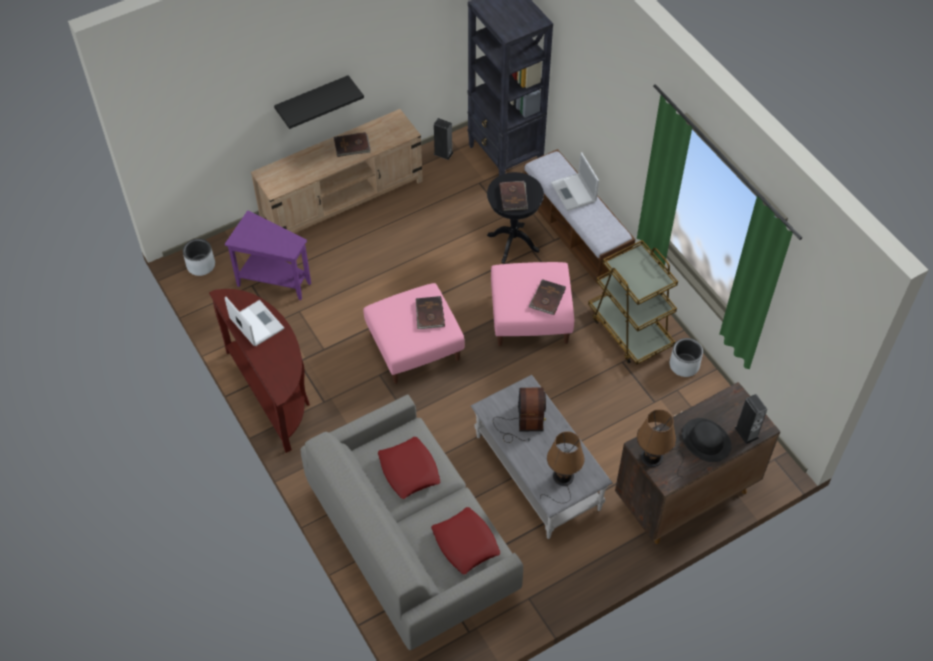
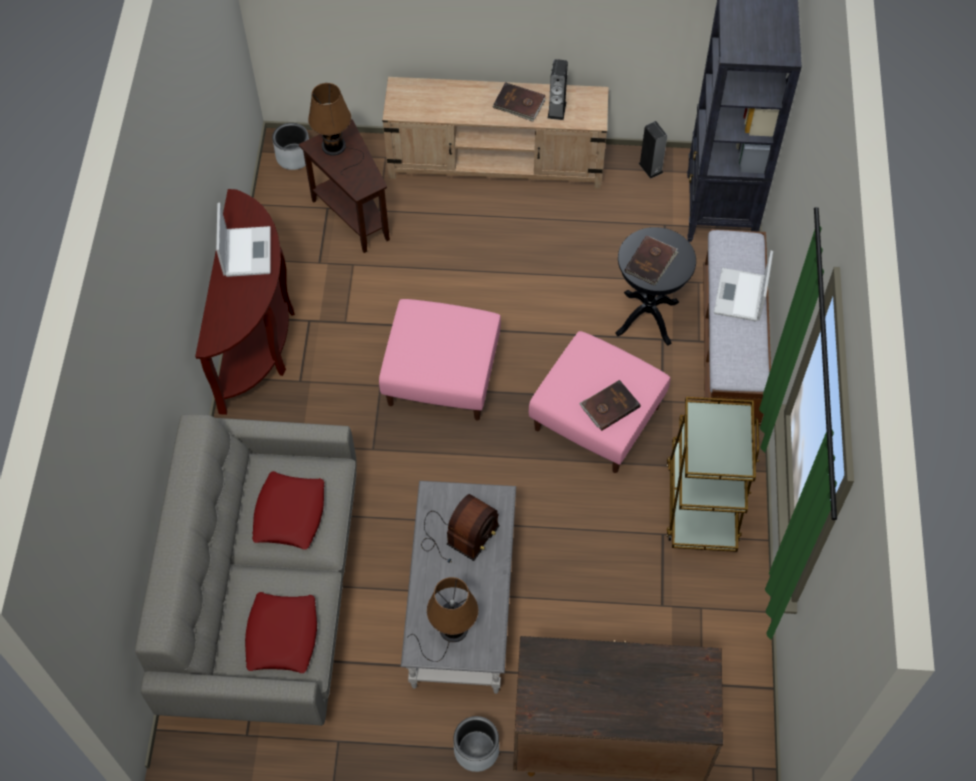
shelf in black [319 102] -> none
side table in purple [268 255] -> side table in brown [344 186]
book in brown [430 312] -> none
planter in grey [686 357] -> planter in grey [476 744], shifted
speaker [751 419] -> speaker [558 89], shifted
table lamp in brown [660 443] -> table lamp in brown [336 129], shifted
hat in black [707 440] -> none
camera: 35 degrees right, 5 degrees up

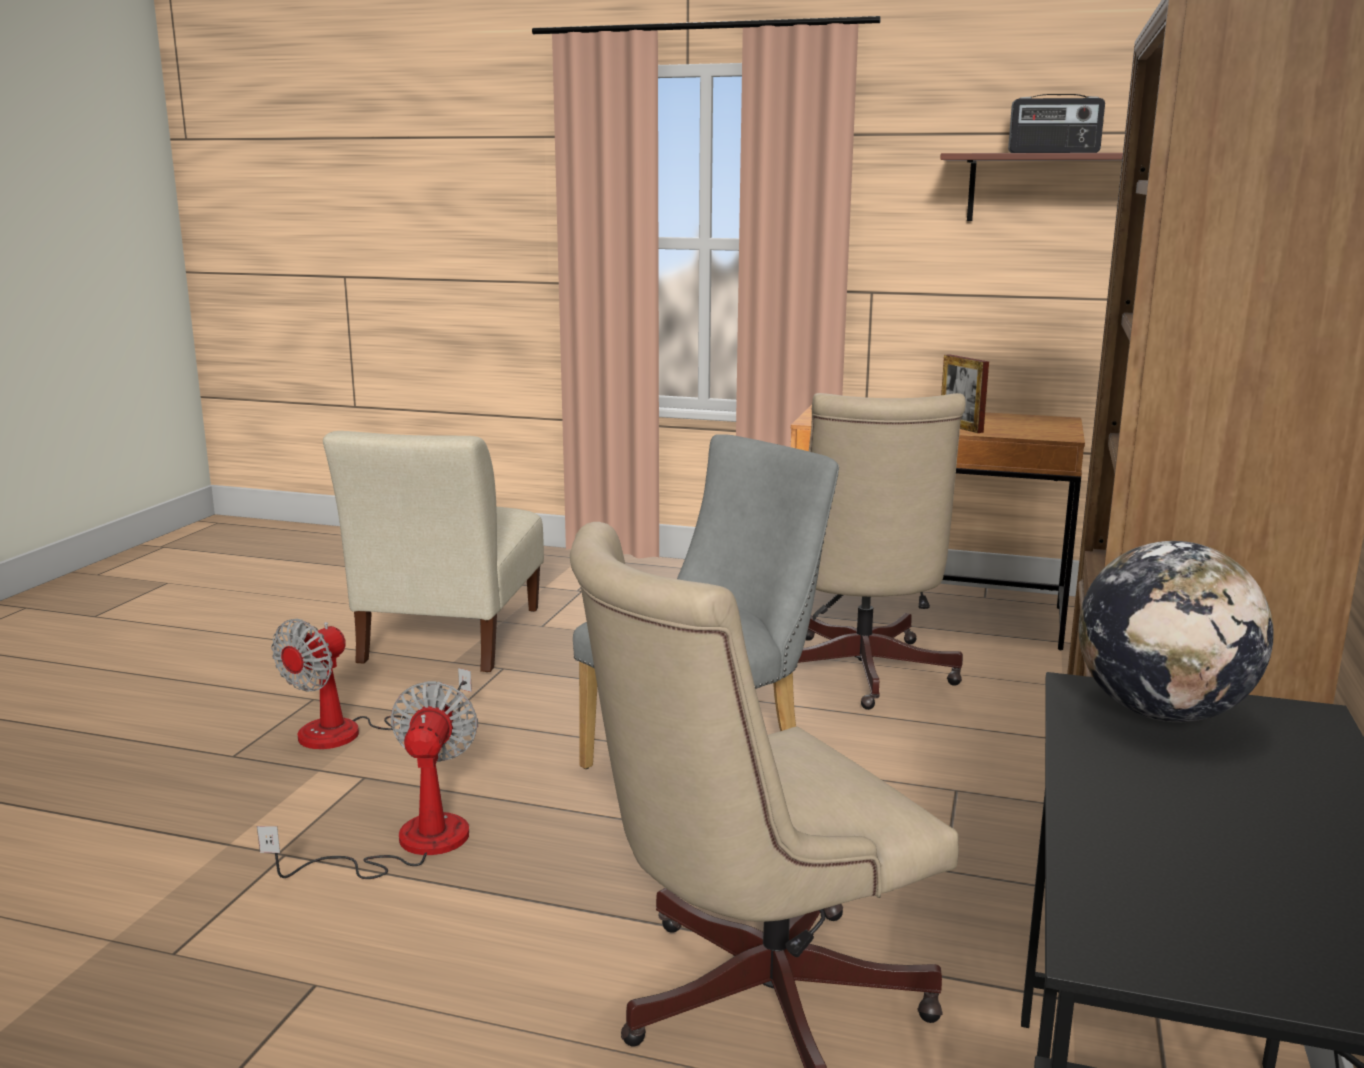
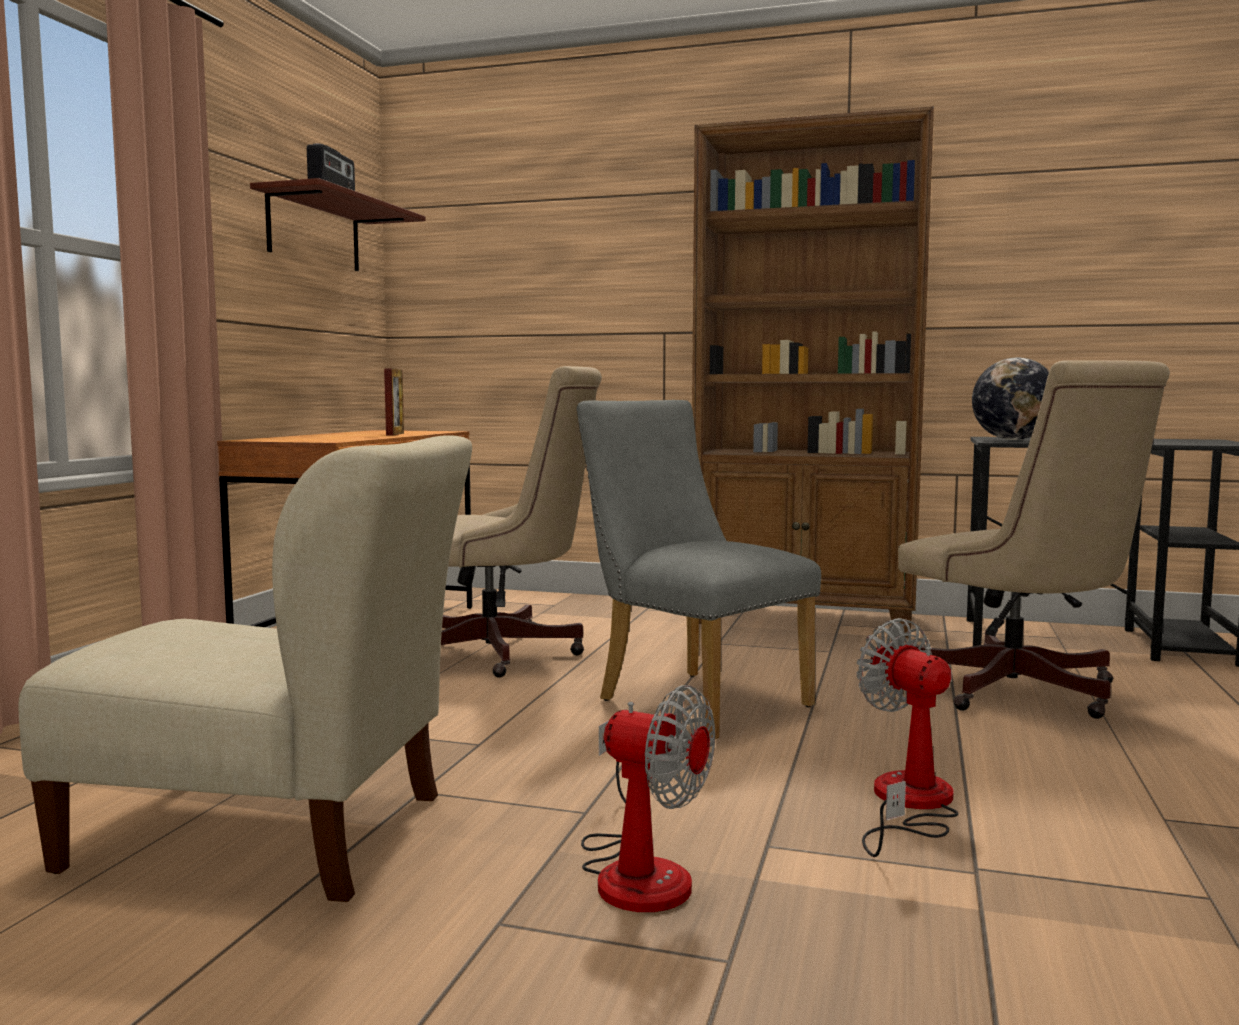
picture frame [965 393] -> picture frame [394 402], 60 degrees counterclockwise
fan [367 780] -> fan [907 737], 60 degrees clockwise
camera: 90 degrees left, 10 degrees down

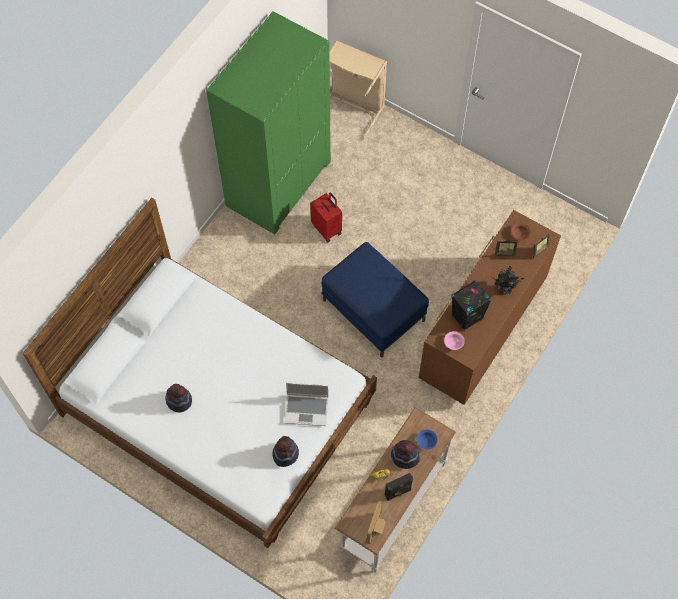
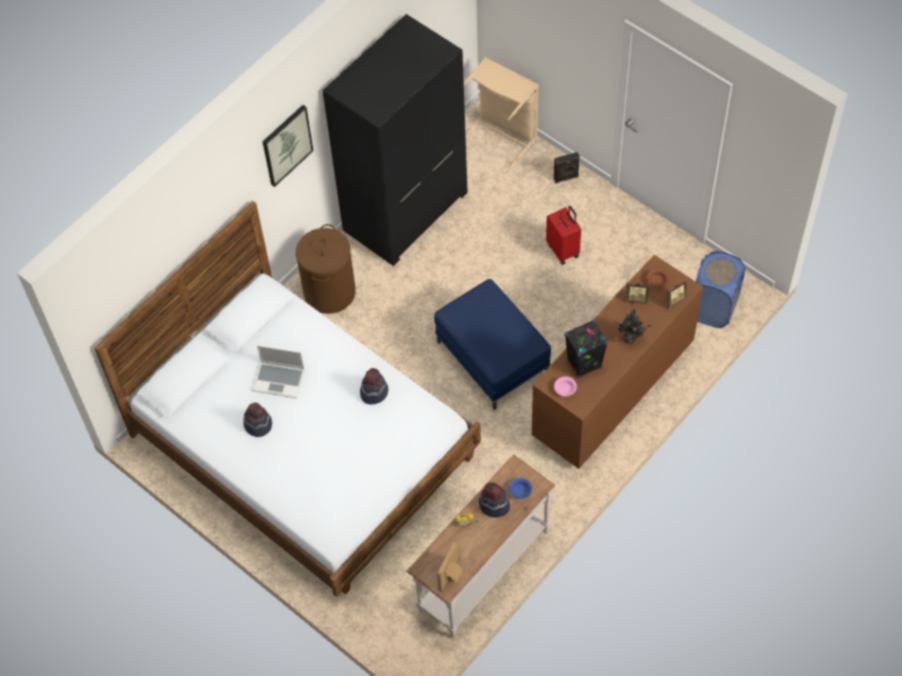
wardrobe in green [268 122] -> wardrobe in black [395 140]
suitcase in red [326 217] -> suitcase in red [563 235], shifted
laptop [306 404] -> laptop [279 371], shifted
hat [285 451] -> hat [374 386], shifted
speaker in black [399 487] -> speaker in black [567 167], shifted
none -> picture [288 146]
none -> laundry basket in brown [326 269]
none -> laundry basket in blue [720 289]
camera: 10 degrees right, 5 degrees down

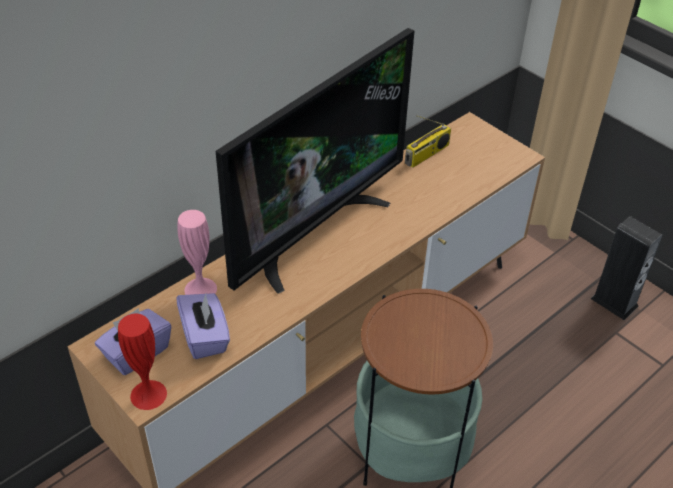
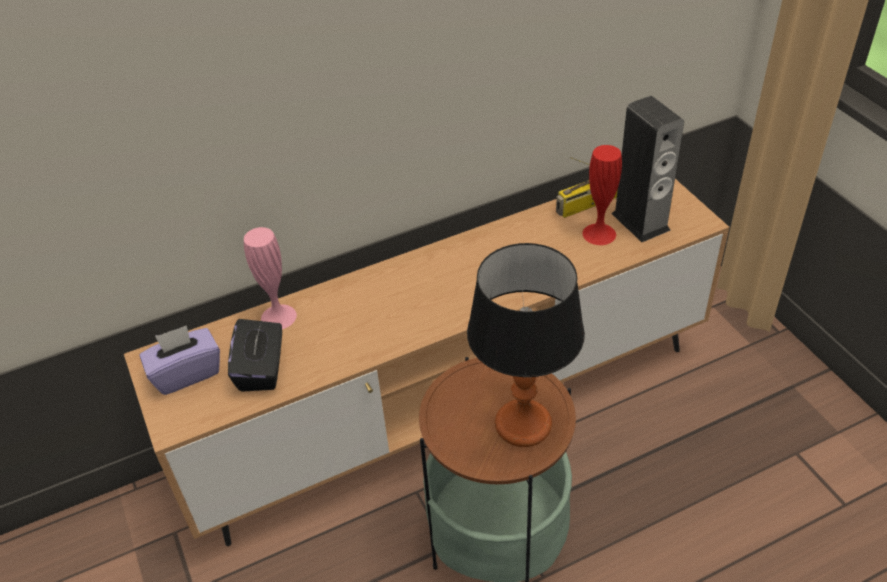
television [315 161] -> none
speaker [626 268] -> speaker [647 169], shifted
tissue box in purple [203 326] -> tissue box in black [255 355]
vase in red [142 362] -> vase in red [602 195], shifted
none -> table lamp [526 345]
camera: 20 degrees right, 0 degrees up

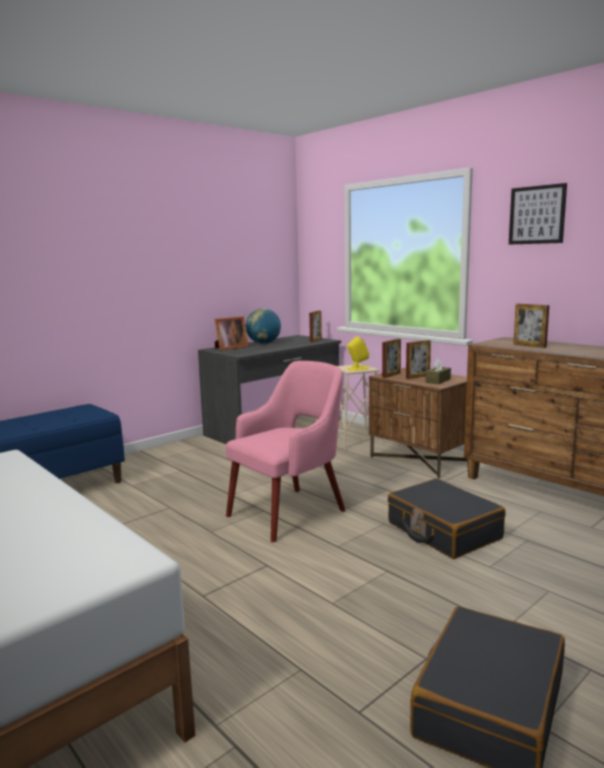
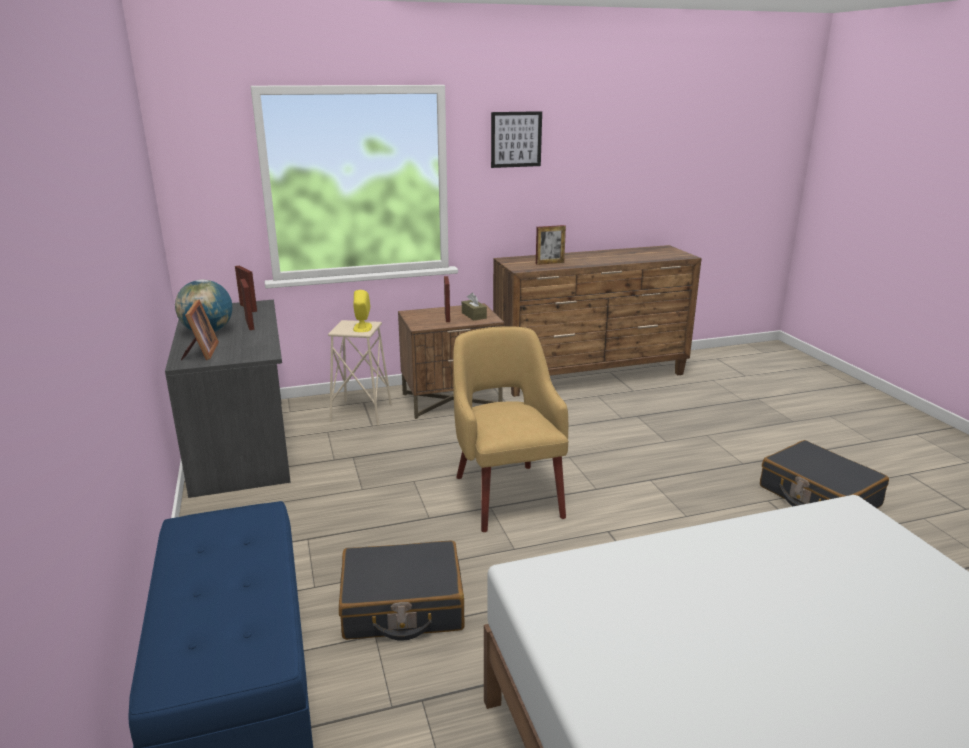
picture frame [391 358] -> picture frame [247 304], shifted
armchair in pink [286 451] -> armchair in yellow [510 429]
suitcase in black [446 518] -> suitcase in black [401 590], shifted
camera: 65 degrees left, 10 degrees up

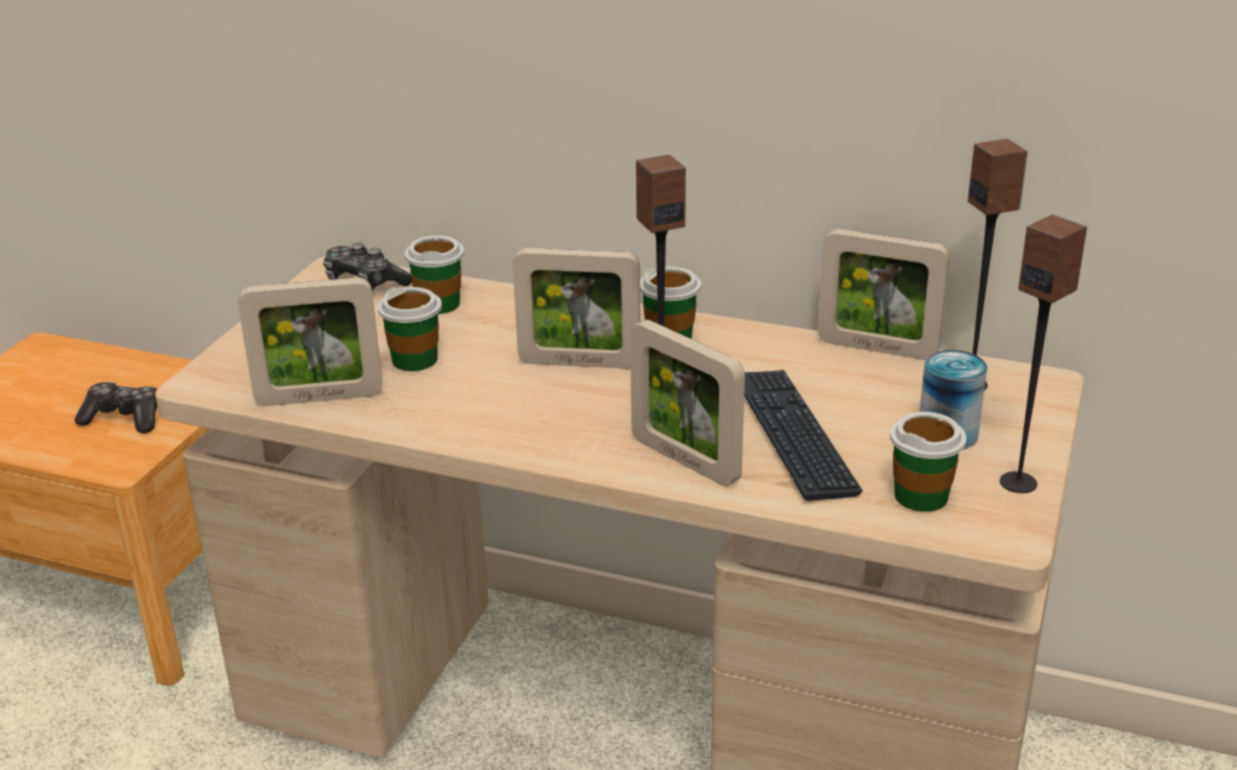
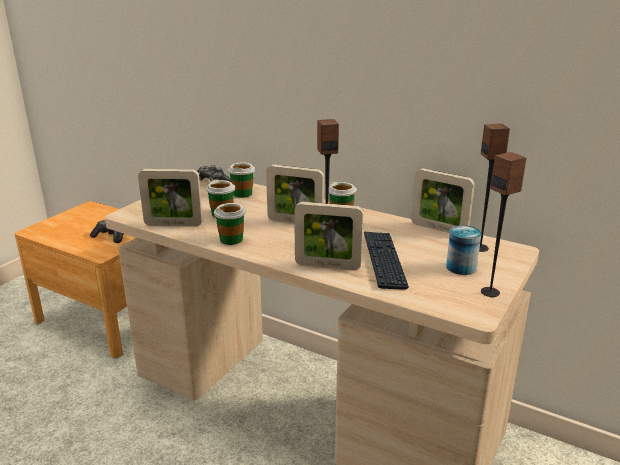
picture frame [687 403] -> picture frame [329 236], 45 degrees counterclockwise
cup [928 462] -> cup [230 224], shifted
camera: 10 degrees right, 5 degrees down

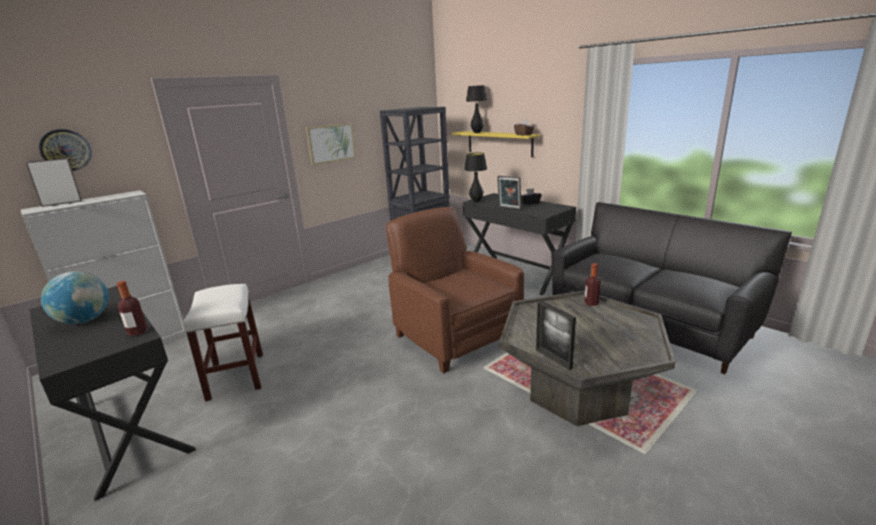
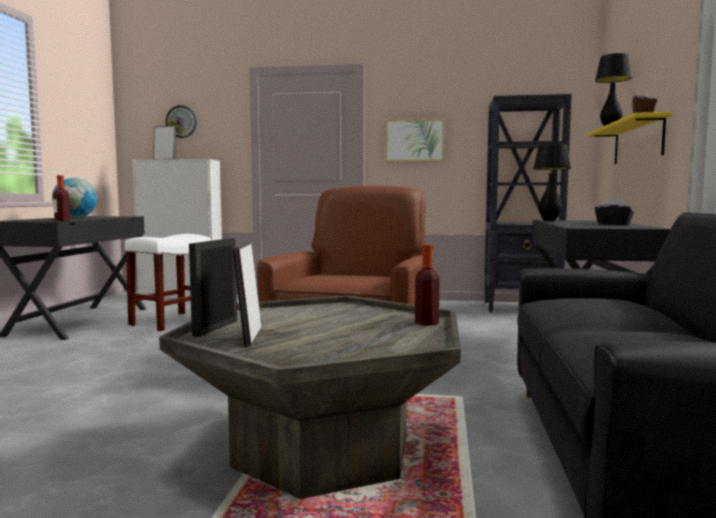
picture frame [509 193] -> picture frame [247 294], shifted
camera: 50 degrees right, 15 degrees down

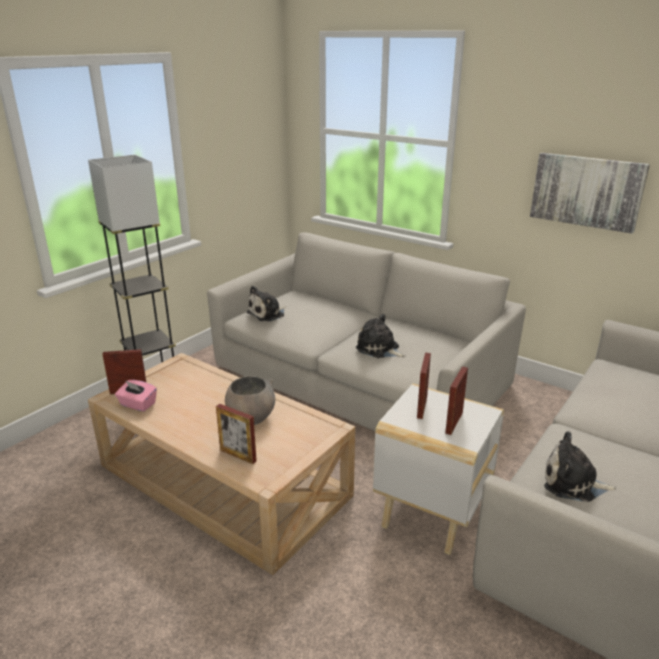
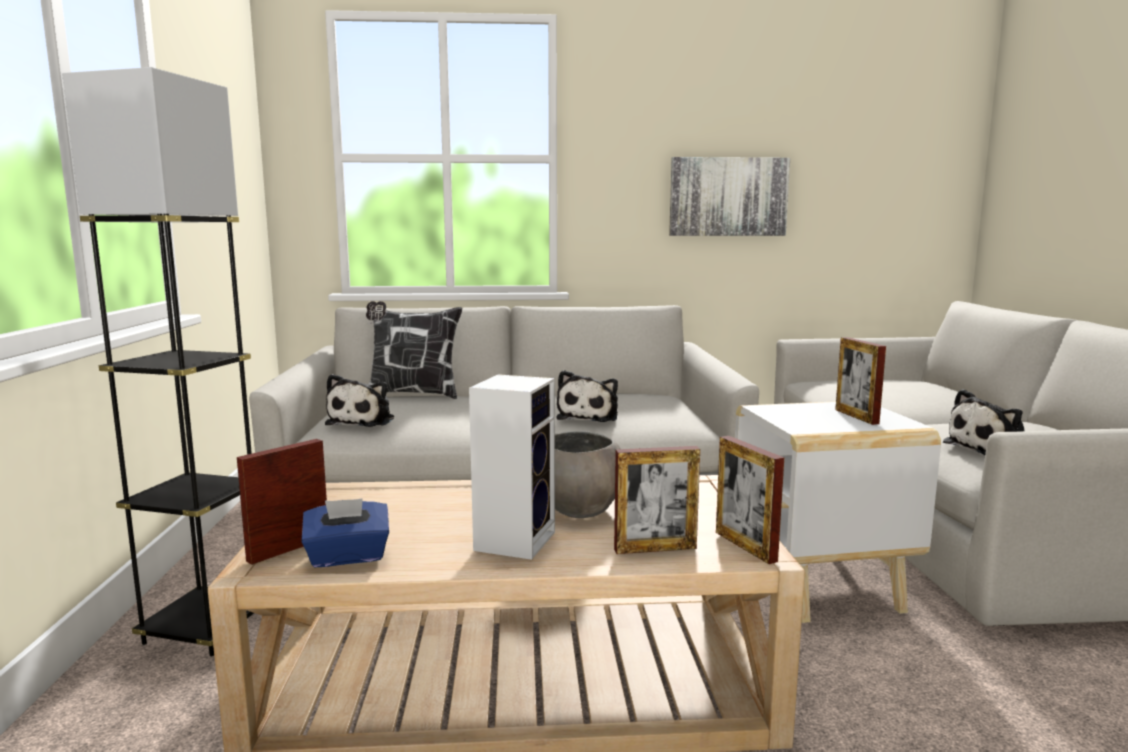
plush toy [381 336] -> plush toy [587 396], 75 degrees counterclockwise
picture frame [424 386] -> picture frame [750 500], shifted
tissue box in pink [136 396] -> tissue box in blue [345 533]
none -> pillow [414 350]
none -> speaker [512 467]
camera: 40 degrees left, 15 degrees down

